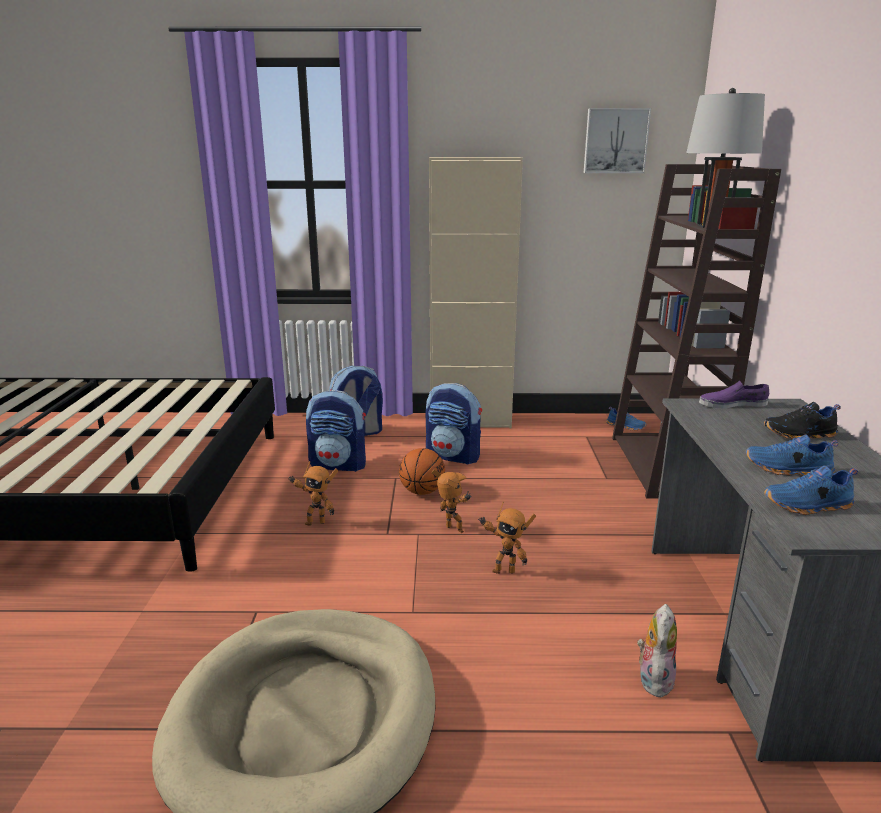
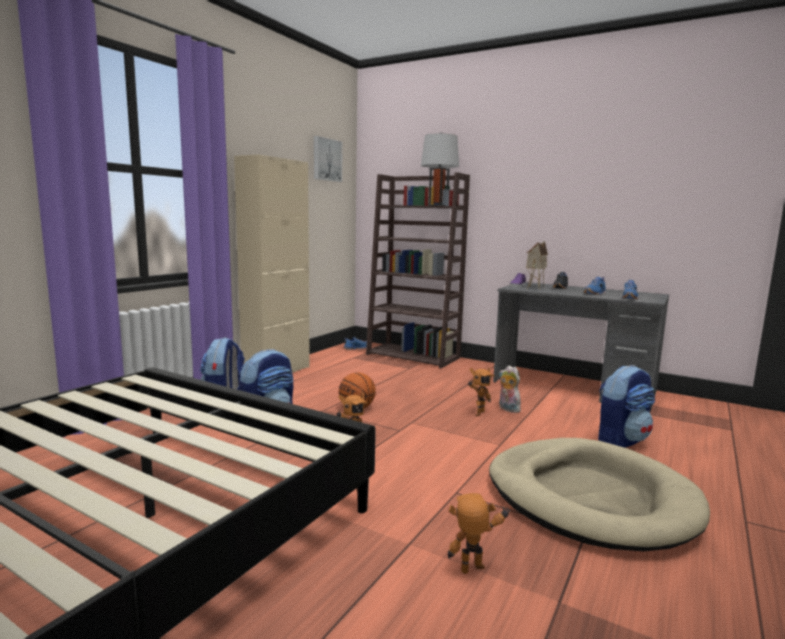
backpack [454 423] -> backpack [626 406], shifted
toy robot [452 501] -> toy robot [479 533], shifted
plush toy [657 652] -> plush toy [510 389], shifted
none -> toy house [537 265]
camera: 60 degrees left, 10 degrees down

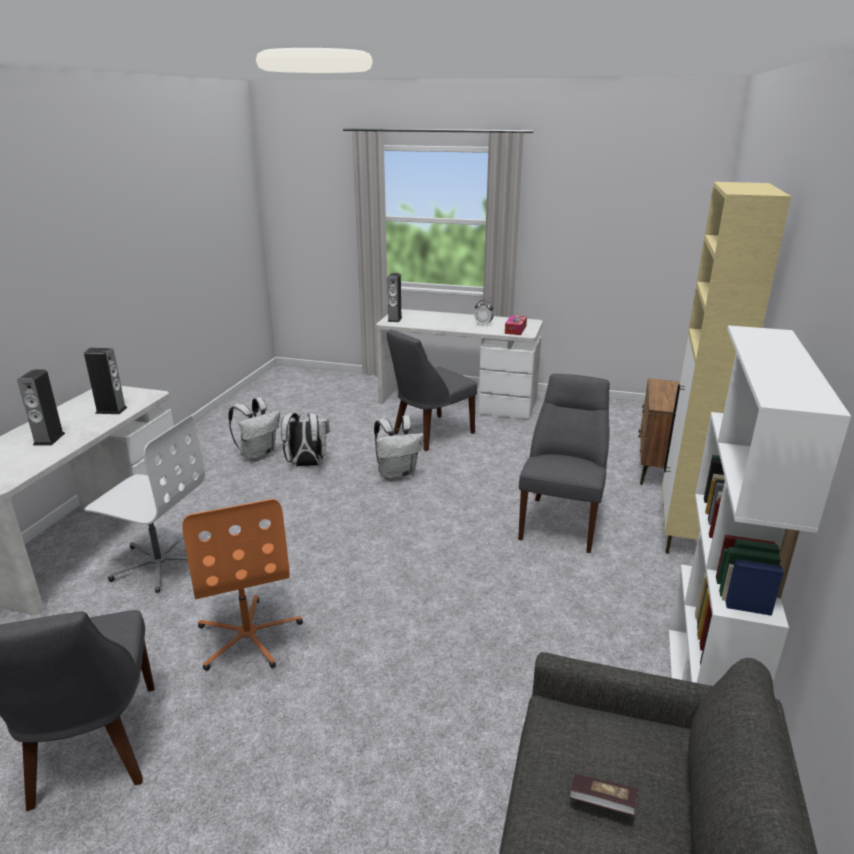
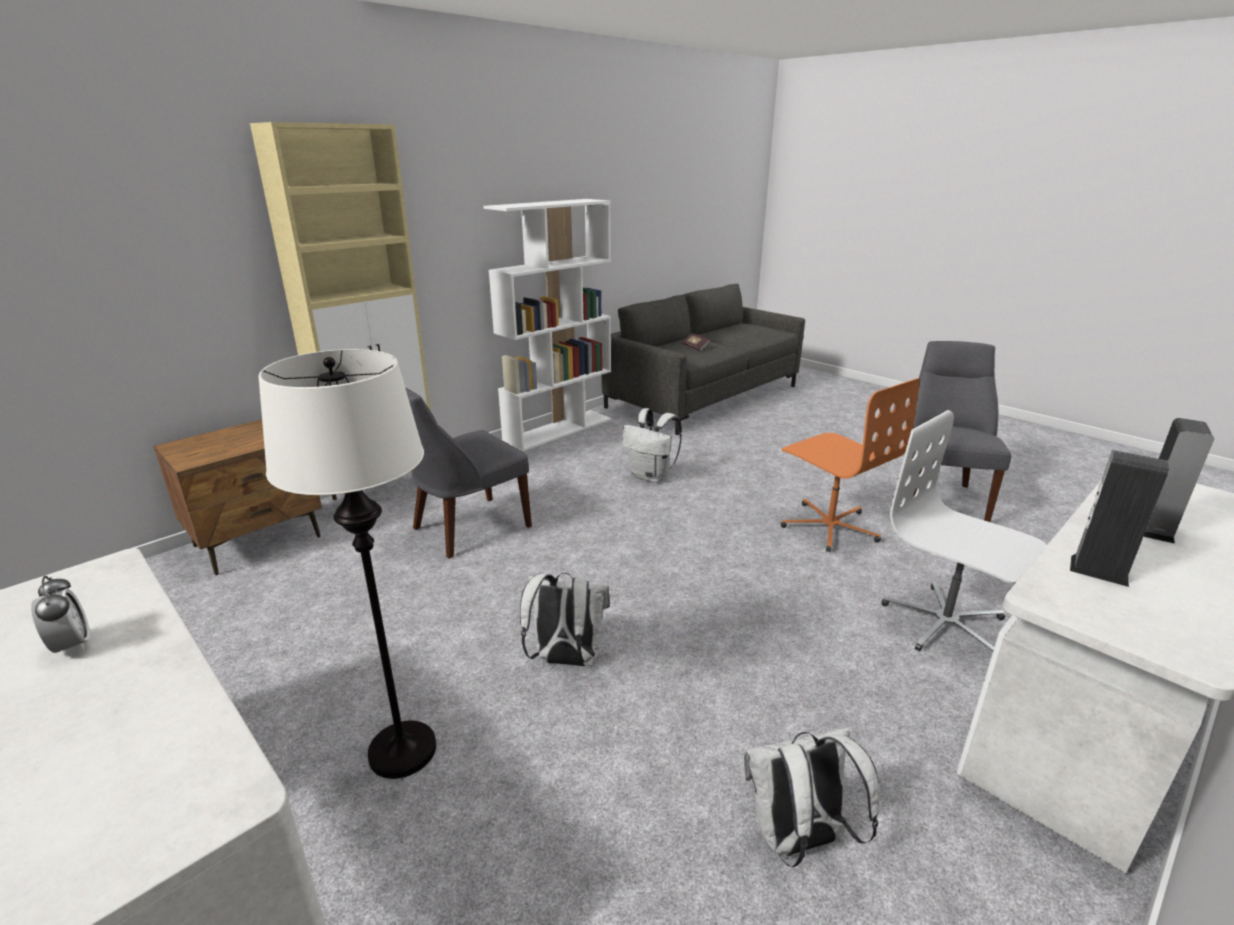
speaker [394 297] -> none
tissue box [516 325] -> none
chair in grey [432 390] -> floor lamp in white [347 564]
backpack in white [305 439] -> backpack in white [652 445], shifted
office chair in orange [242 585] -> office chair in orange [850 465], 135 degrees clockwise
camera: 150 degrees left, 0 degrees up

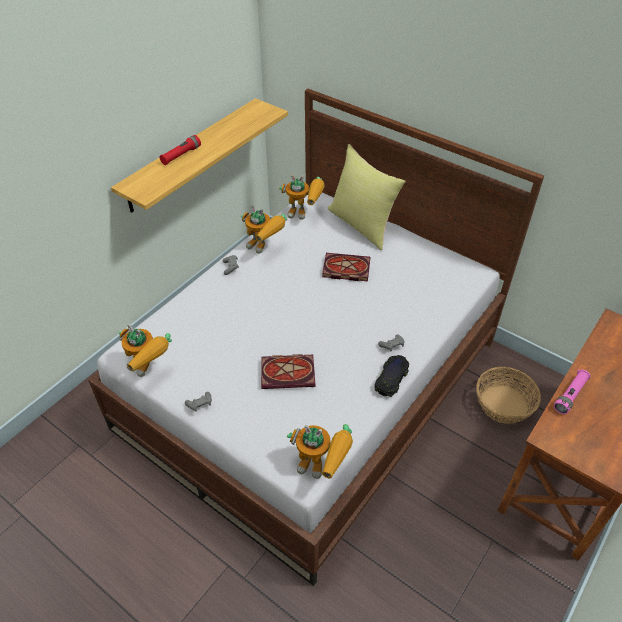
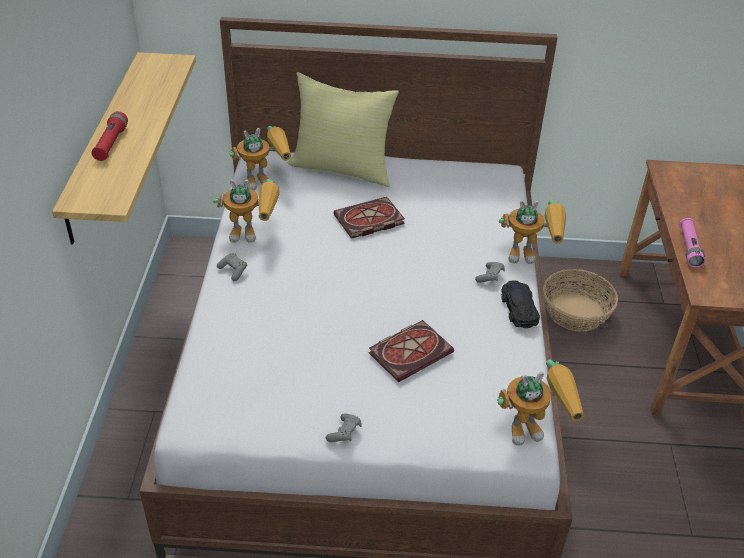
toy robot [145 350] -> toy robot [532 232], shifted
camera: 35 degrees left, 5 degrees down

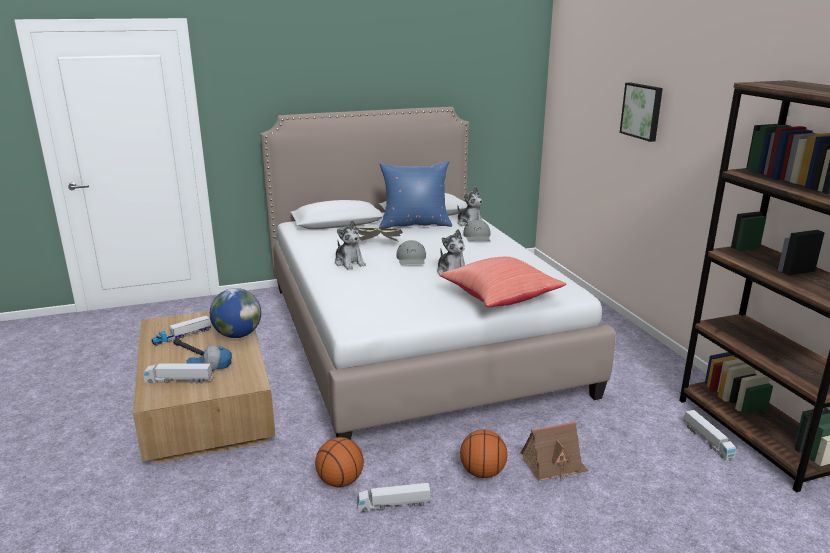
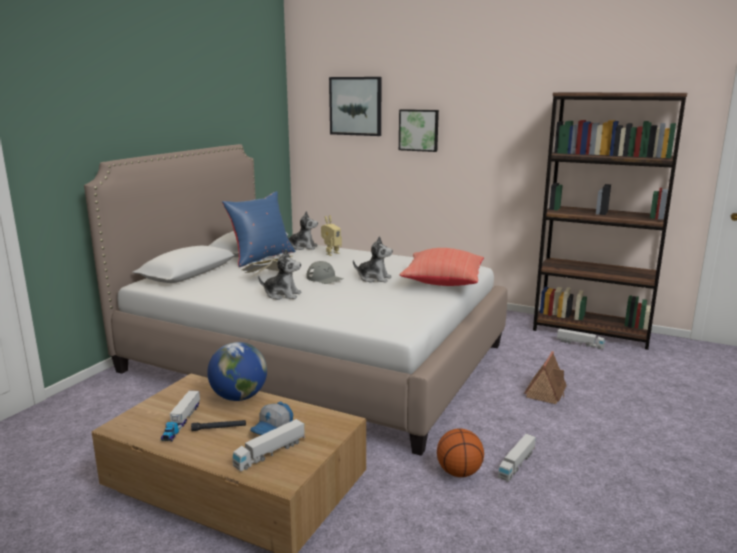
cap in grey [476 230] -> toy robot [331 235]
basketball [484 453] -> none
none -> picture [355 106]
camera: 45 degrees left, 5 degrees down

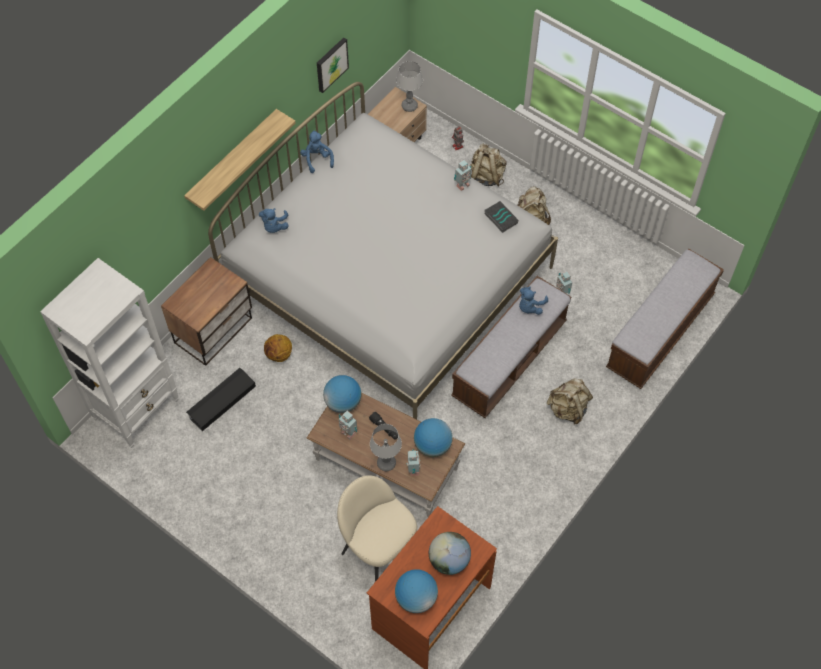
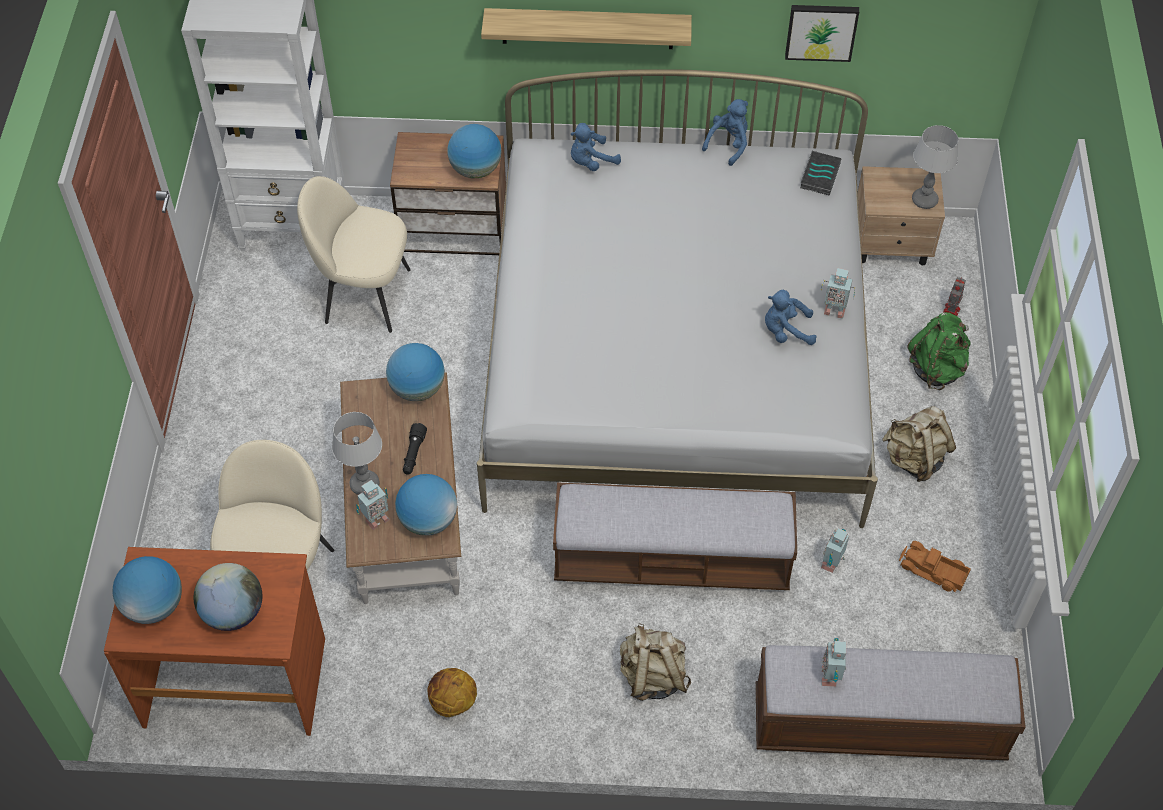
backpack in beige [489 165] -> backpack in green [939 351]
book [501 217] -> book [821 173], shifted
plush toy in blue [533 300] -> plush toy in blue [791 317], shifted
basketball [278 348] -> basketball [452 692], shifted
storage box in black [221 400] -> chair in beige [354 254]
toy robot [348 425] -> toy robot [834 662], shifted
none -> globe [474 151]
none -> toy truck [935 566]
camera: 55 degrees right, 5 degrees down

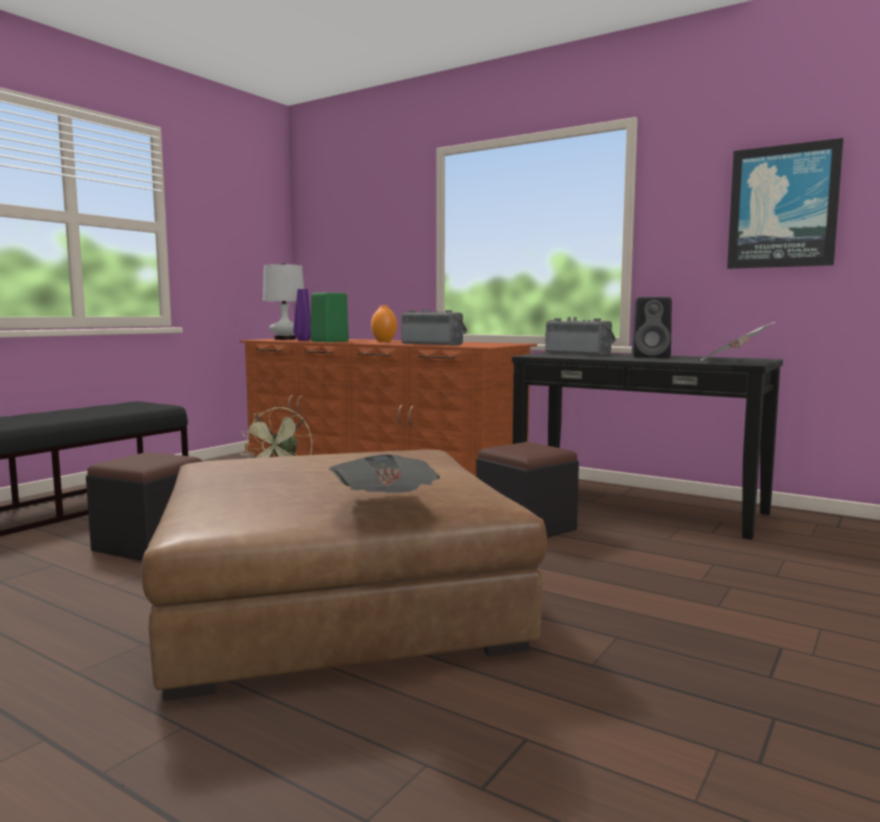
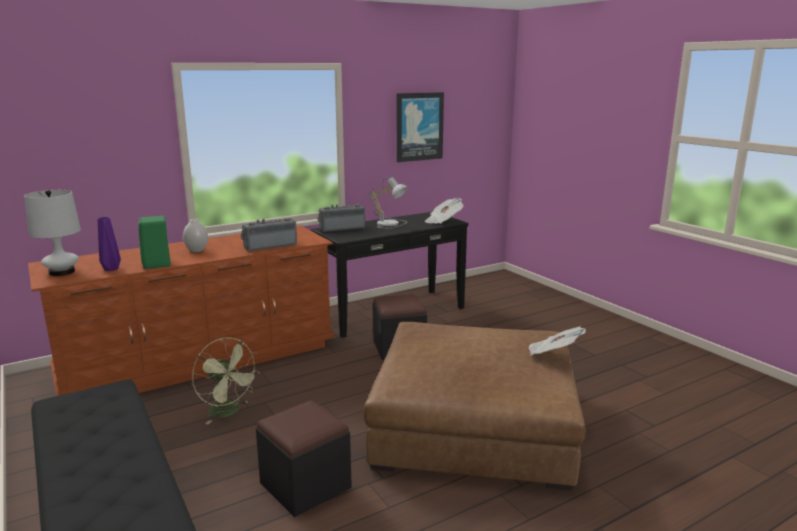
speaker in black [652 327] -> table lamp [389 203]
vase in orange [384 323] -> vase in white [195 235]
camera: 65 degrees left, 10 degrees up

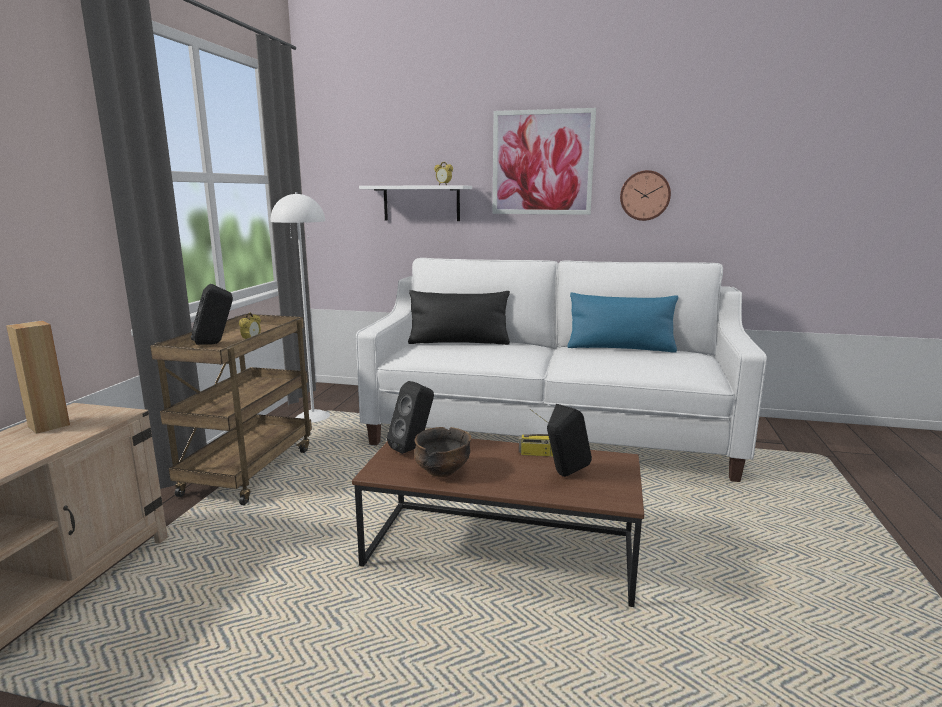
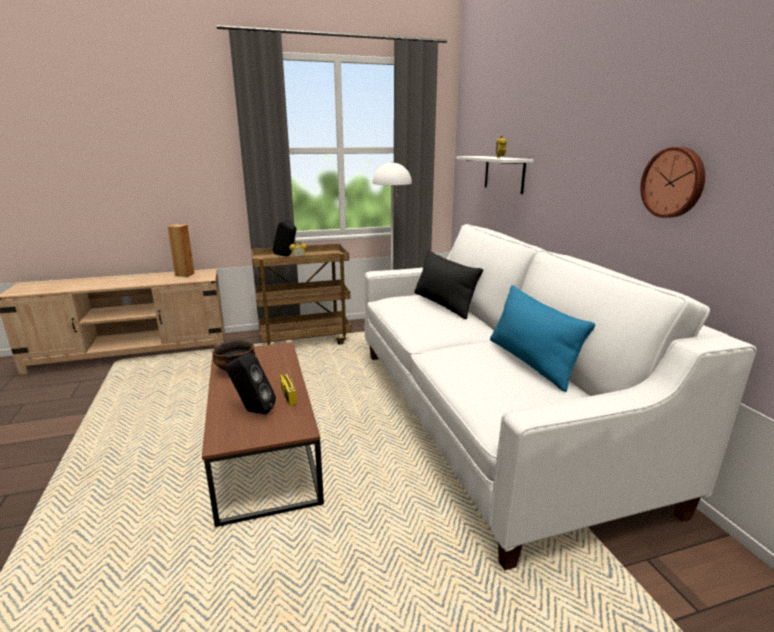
picture [544 161] -> none
speaker in black [410 417] -> none
camera: 60 degrees right, 5 degrees up

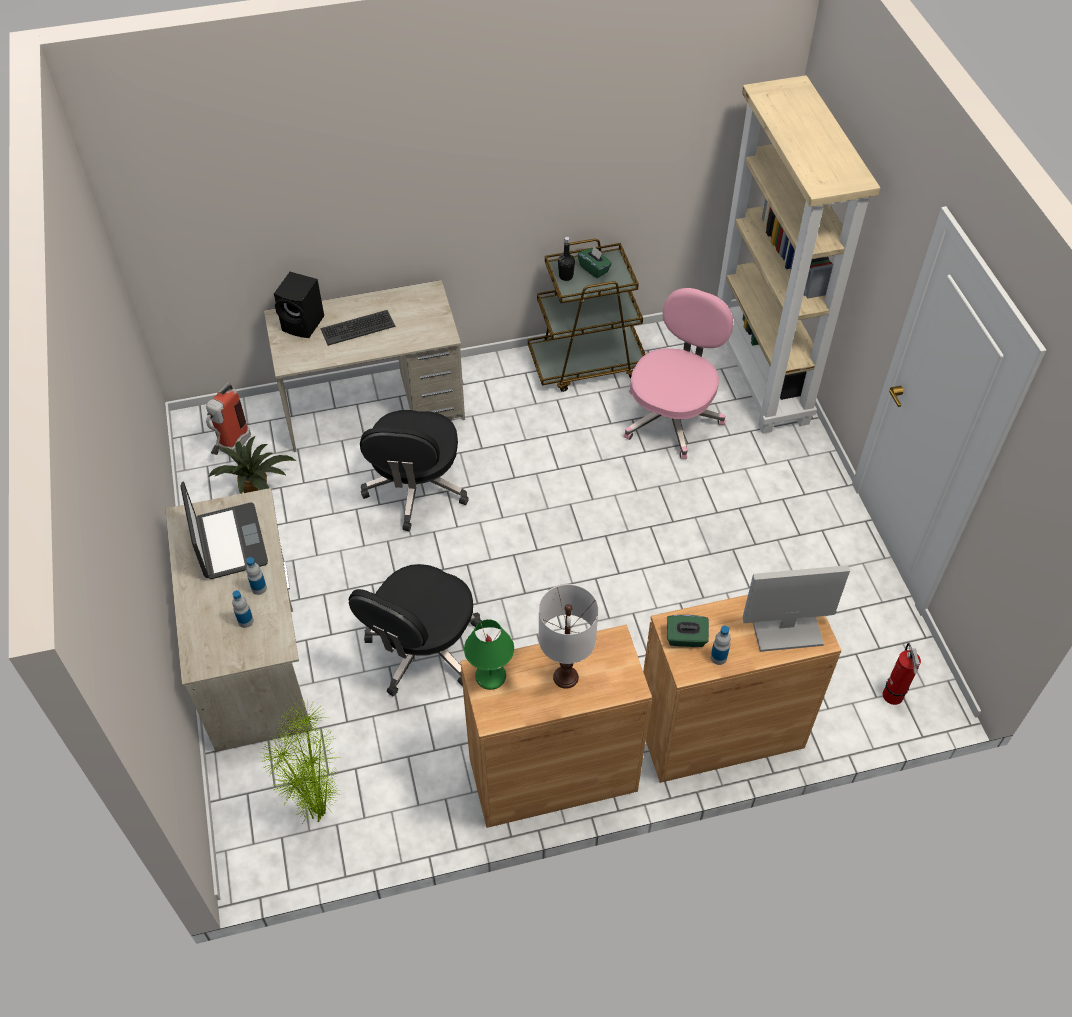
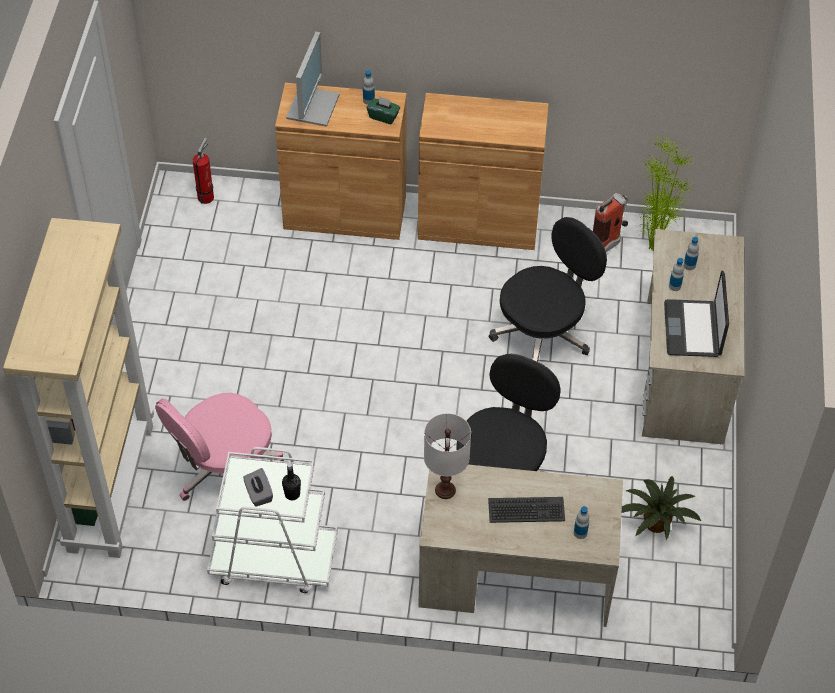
cart in brown [587 315] -> cart in white [272 520]
tissue box in green [595 262] -> tissue box in grey [258 487]
speaker in black [299 305] -> bottle [581 522]
fire extinguisher [228 419] -> fire extinguisher [610 222], shifted
monitor [796 608] -> monitor [313 79], 90 degrees counterclockwise
table lamp in white [568 636] -> table lamp in white [447 456], shifted
table lamp in green [489 654] -> none
camera: 160 degrees left, 0 degrees up

